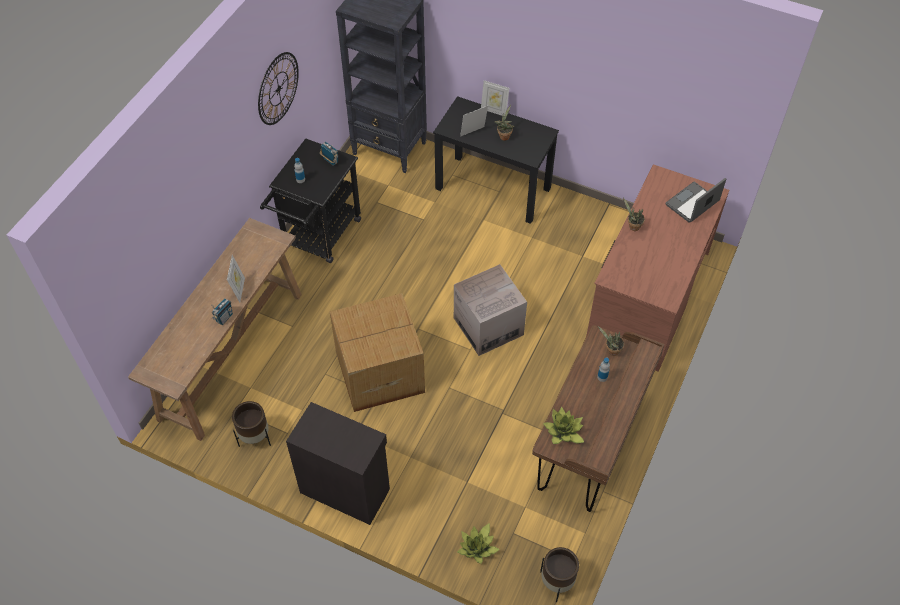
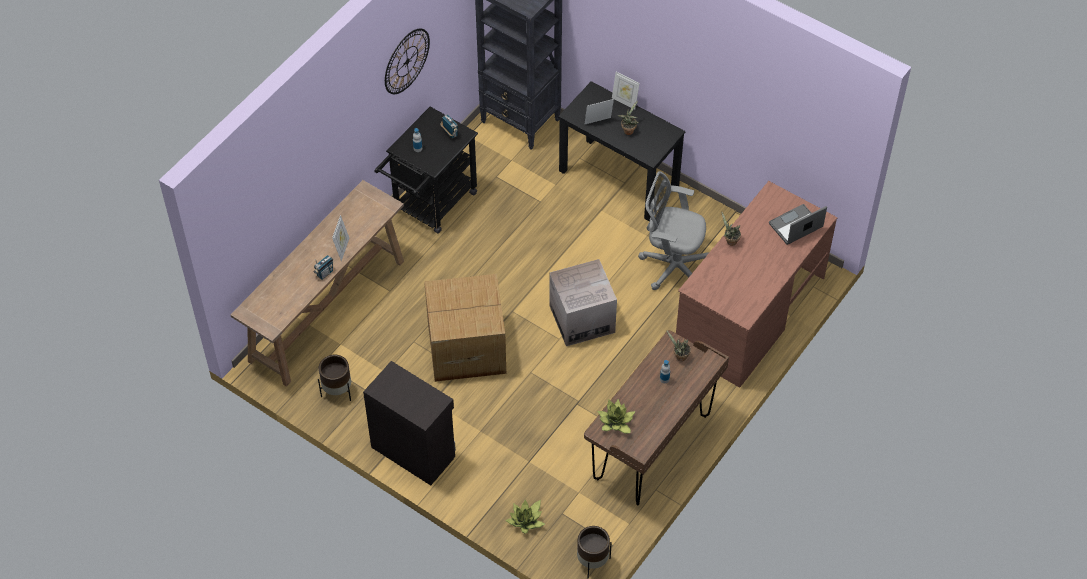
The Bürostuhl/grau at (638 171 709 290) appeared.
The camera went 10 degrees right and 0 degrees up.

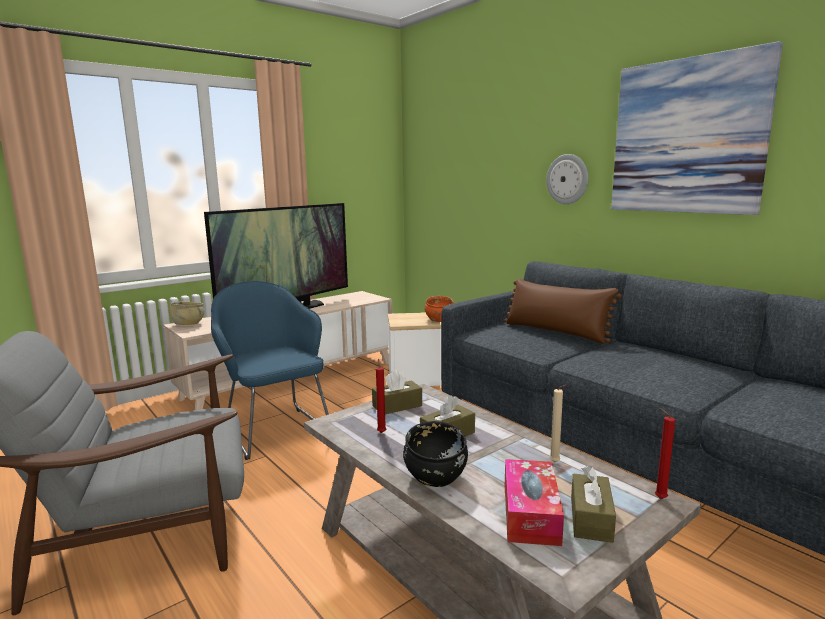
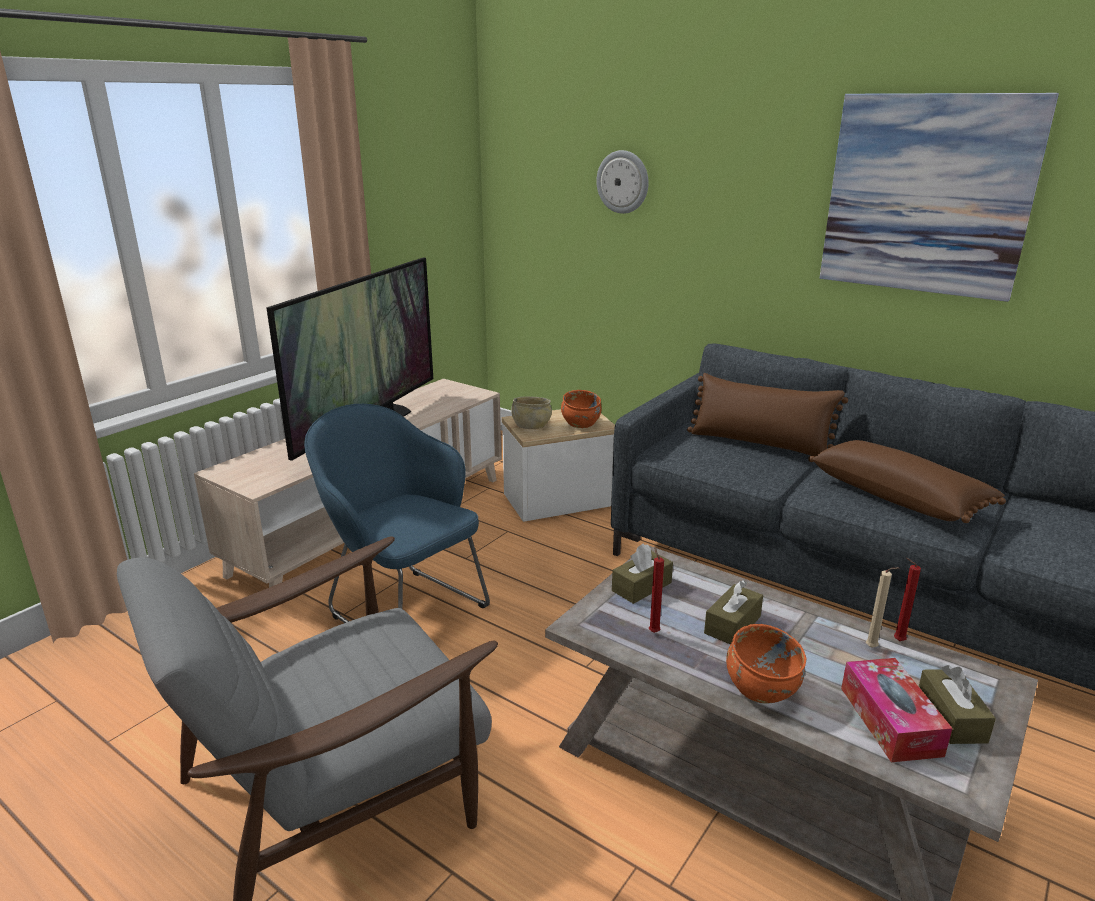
The Kissen/braun at (808 440 1006 523) appeared.
The Schüssel/beige moved from (169 302 204 325) to (511 396 552 429).
The Wanduhr moved from (546 154 588 204) to (596 150 649 214).
The Kerze/rot moved from (655 408 675 499) to (894 558 921 641).
The Schüssel/schwarz at (403 421 468 487) became the Schüssel/orange at (726 624 806 704).
The camera went 15 degrees left and 10 degrees up.

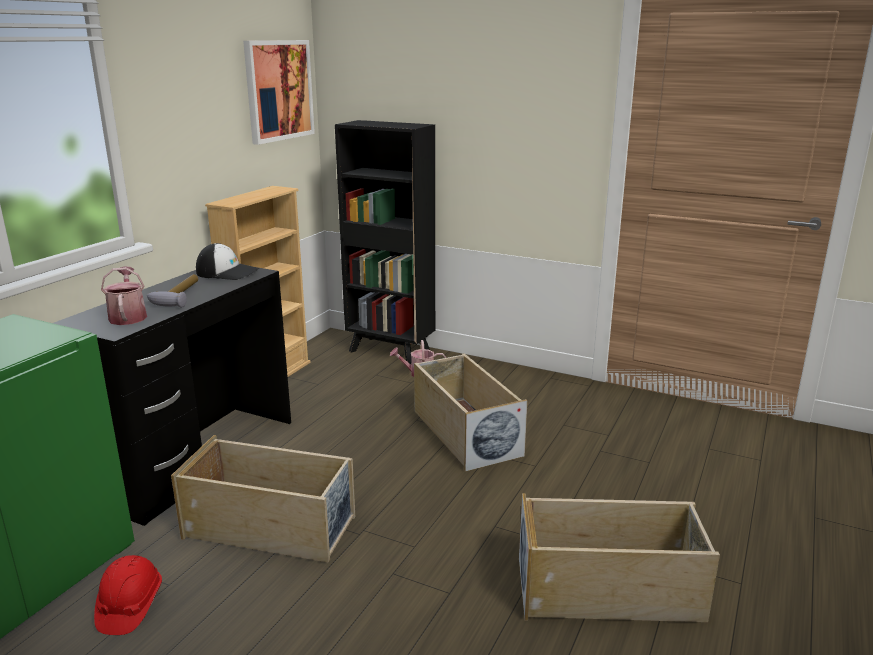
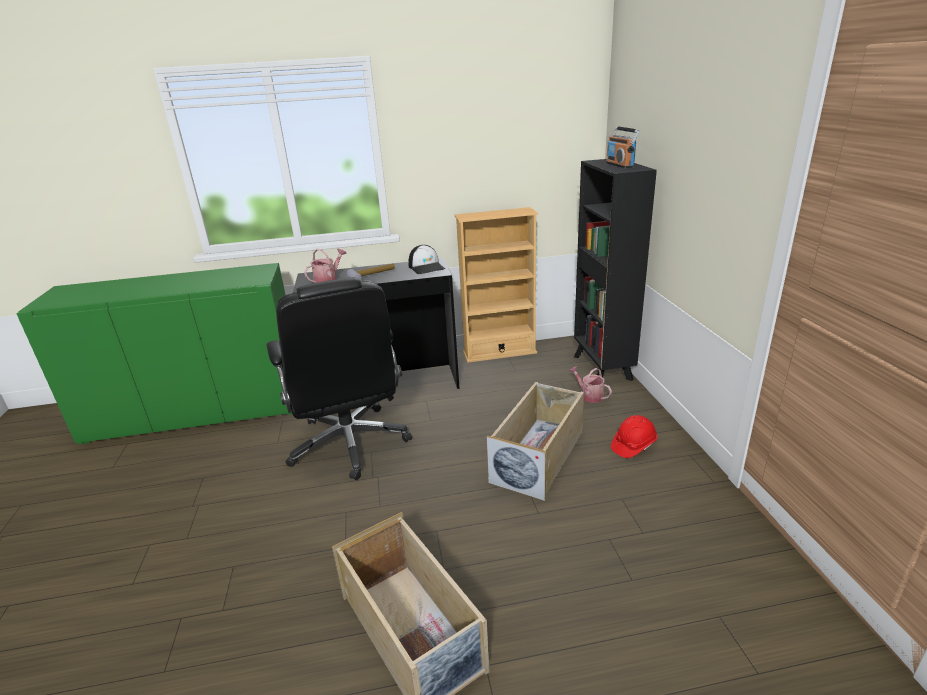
The Bild at (243 40 315 145) disappeared.
The Radio at (606 126 640 168) appeared.
The Schutzhelm/rot moved from (94 555 162 635) to (611 415 657 458).
The Aufbewahrungsbox/beige at (171 435 355 563) was replaced by the Bürostuhl/schwarz at (266 277 412 480).
The camera went 55 degrees right and 5 degrees up.

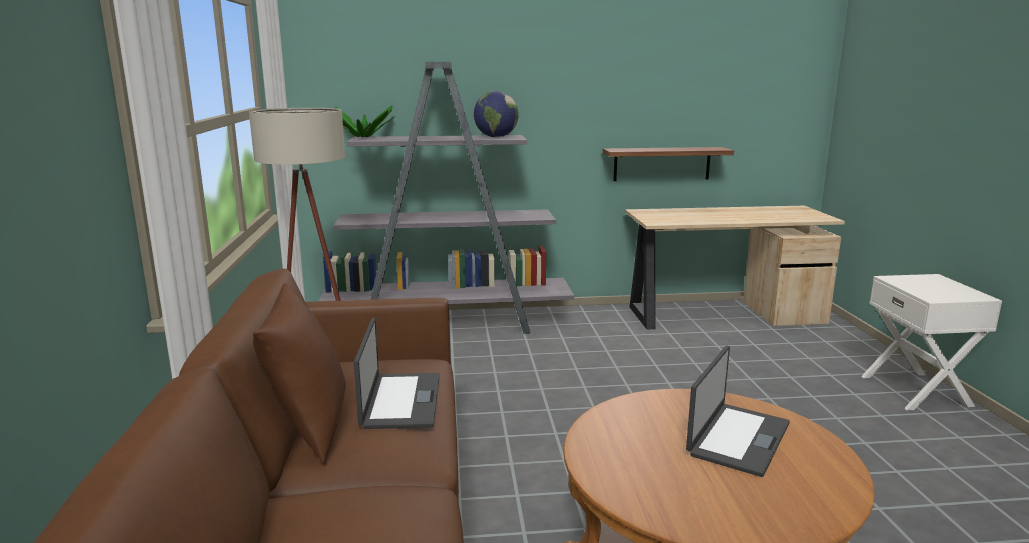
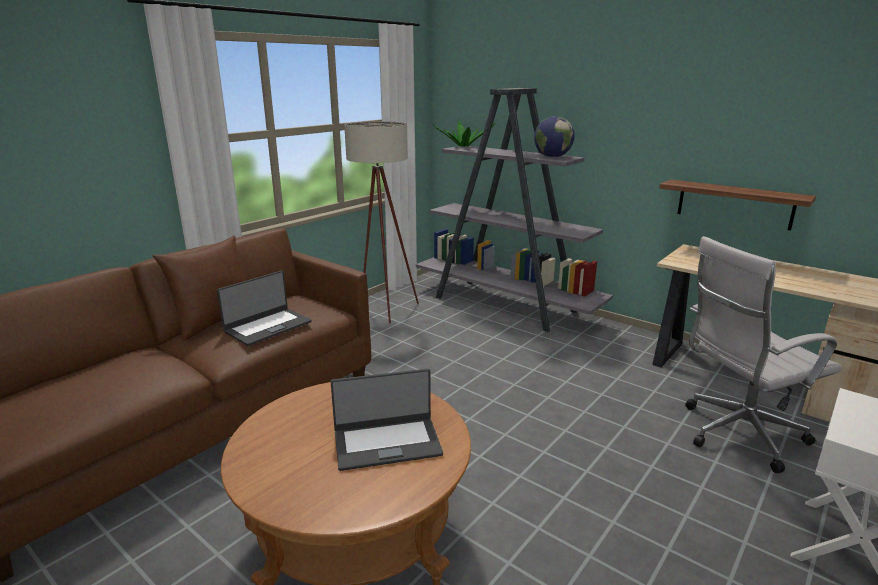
The Bürostuhl/weiß at (685 236 842 473) appeared.
The camera went 45 degrees right and 5 degrees up.

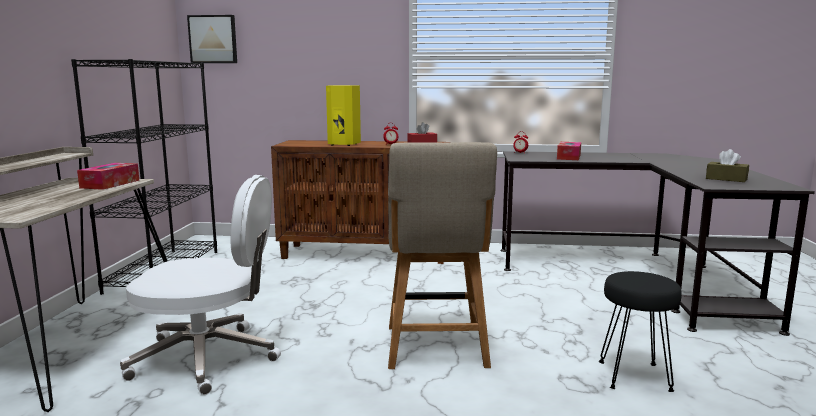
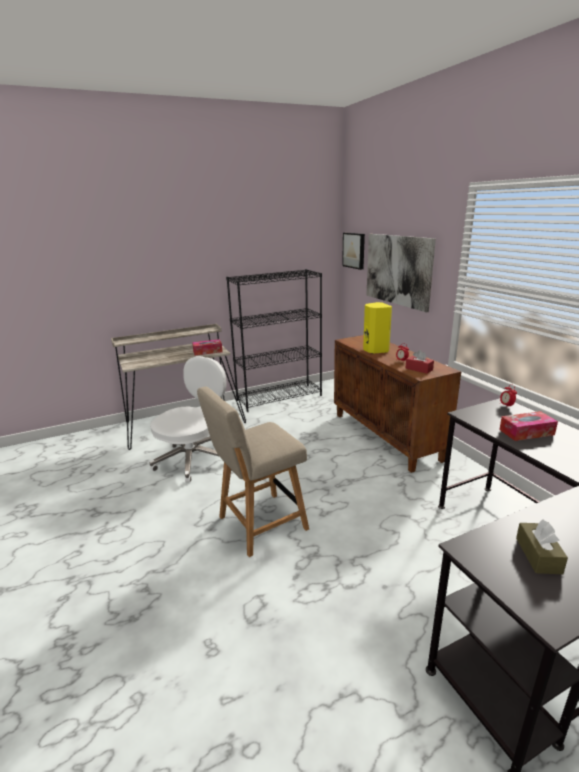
The Hocker/schwarz at (599 271 682 392) disappeared.
The Bild at (366 234 436 313) appeared.
The Bürostuhl/weiß at (120 175 281 395) turned 120 degrees counterclockwise.
The camera went 60 degrees right and 10 degrees up.

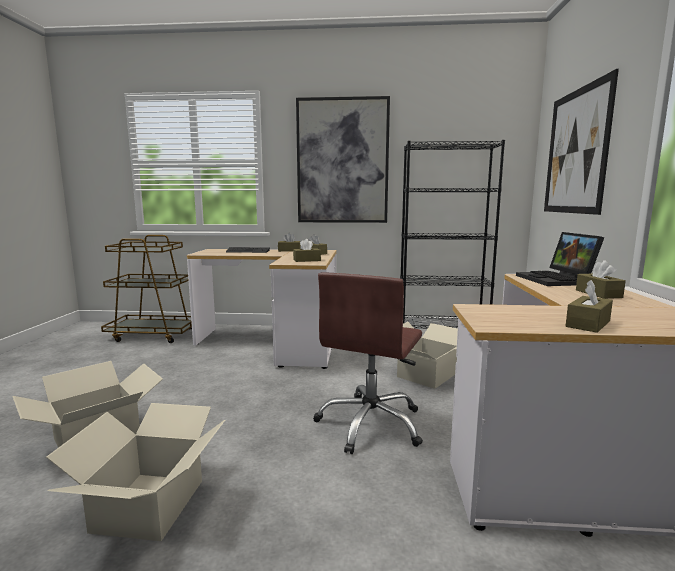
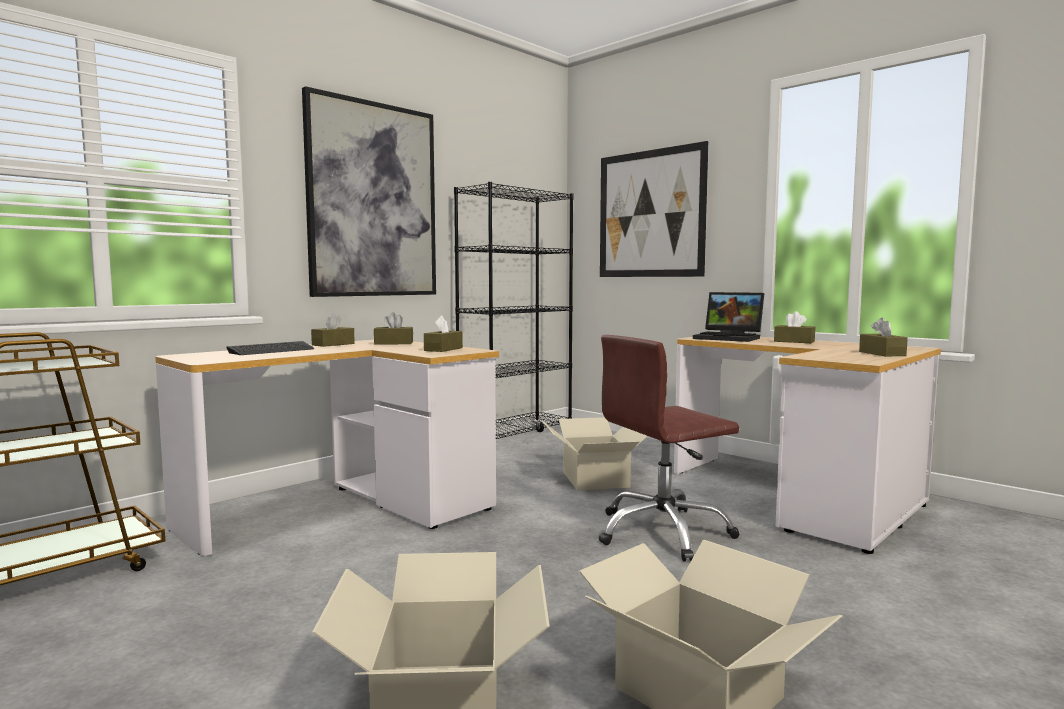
The Bürostuhl/braun at (313 272 423 454) turned 90 degrees clockwise.
The camera went 50 degrees left and 5 degrees down.

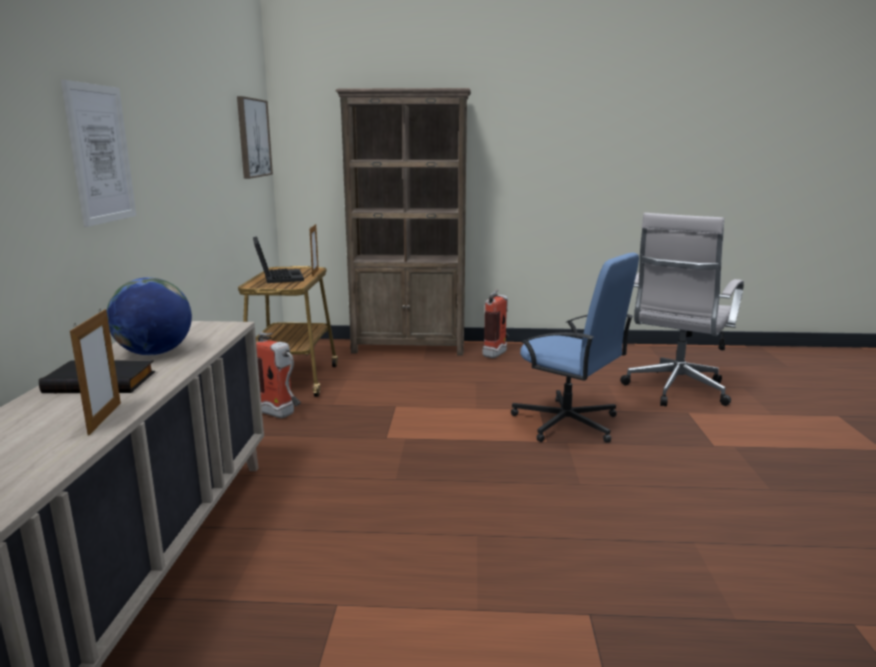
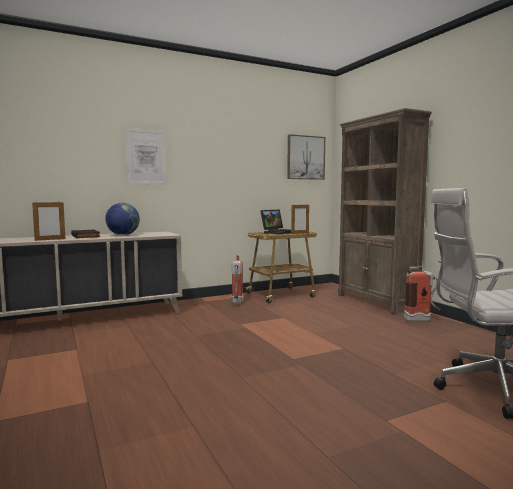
The Bürostuhl/blau at (511 252 639 443) disappeared.
The camera went 60 degrees right and 10 degrees down.

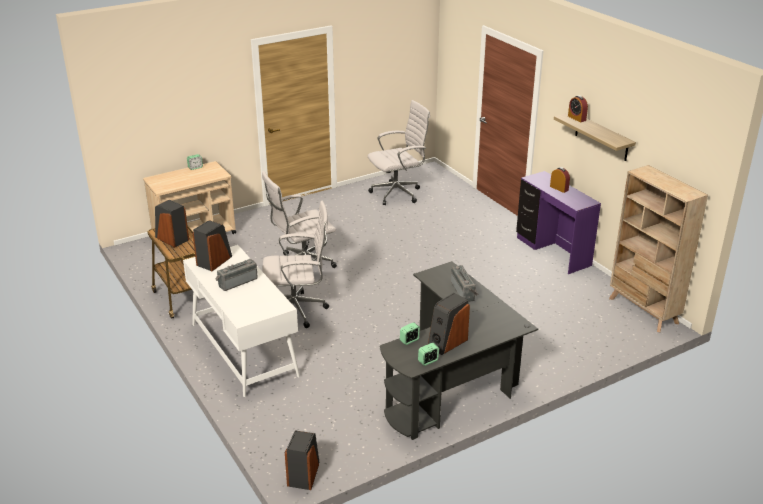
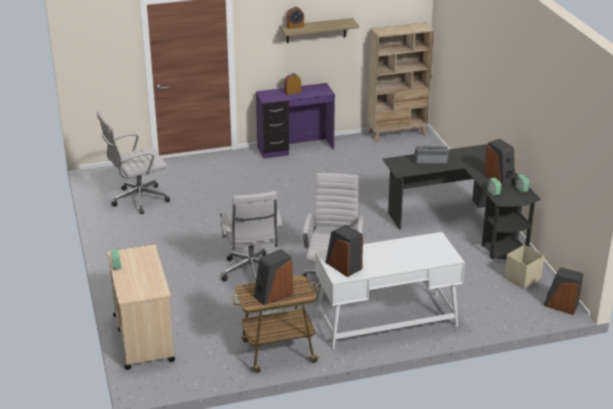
The Radio at (215 259 258 291) disappeared.
The Aufbewahrungsbox/beige at (504 245 544 289) appeared.
The Bürostuhl/weiß at (368 100 430 205) turned 105 degrees counterclockwise.
The camera went 75 degrees left and 0 degrees up.

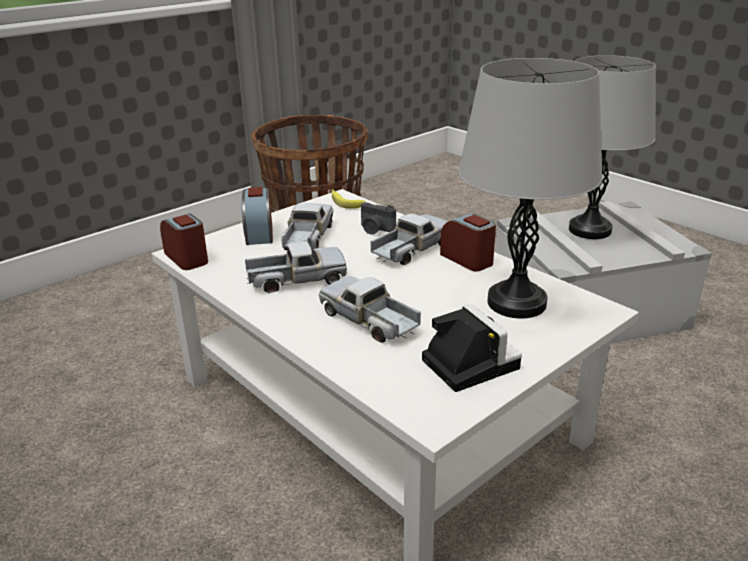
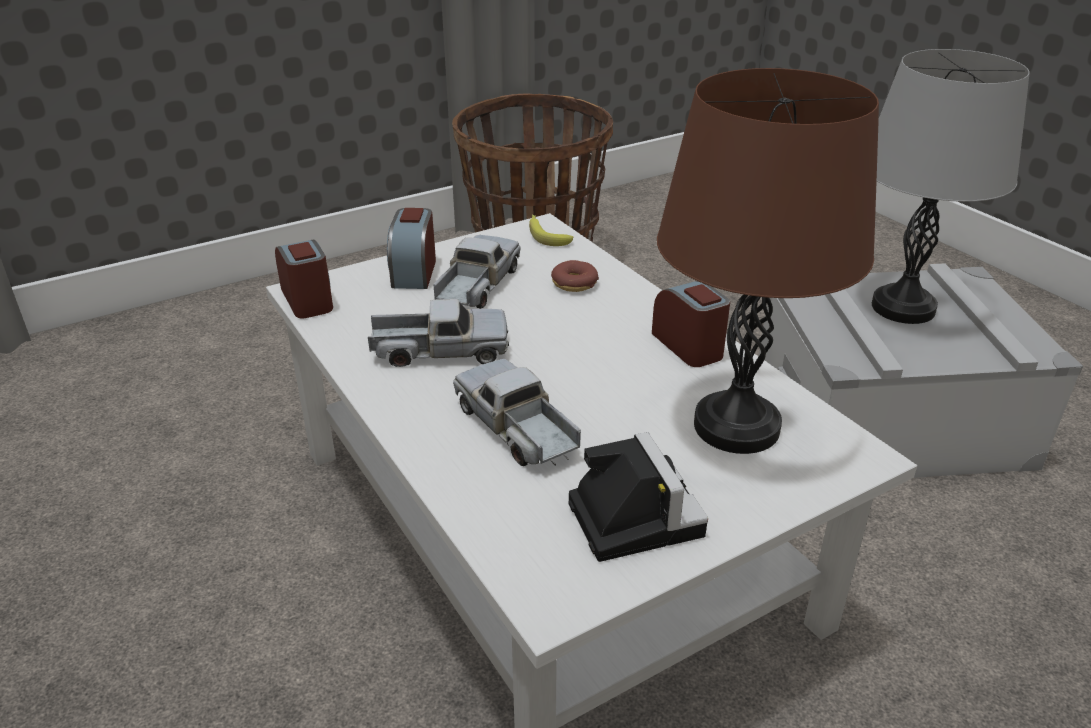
The Spielzeuglaster at (370 213 448 265) disappeared.
The Kamera at (361 202 396 235) was replaced by the Donut at (551 260 599 292).
The Tischlampe/grau at (459 58 603 319) became the Tischlampe/braun at (657 68 879 454).
The camera went 10 degrees right and 5 degrees up.

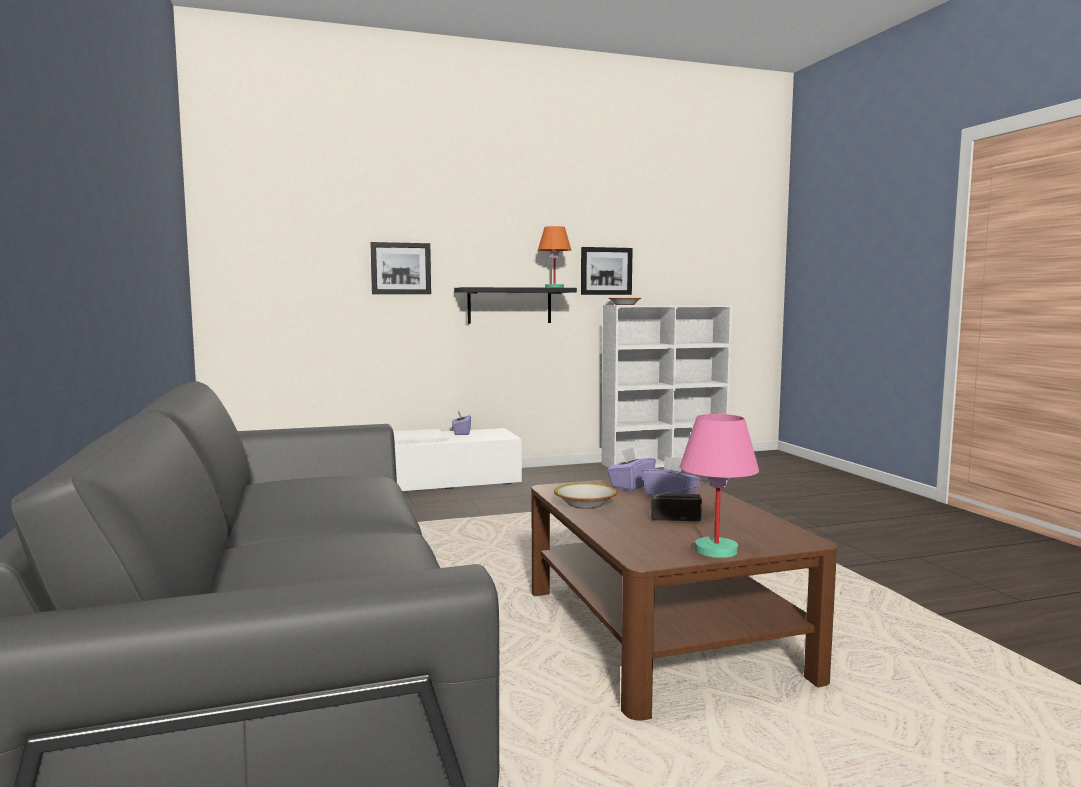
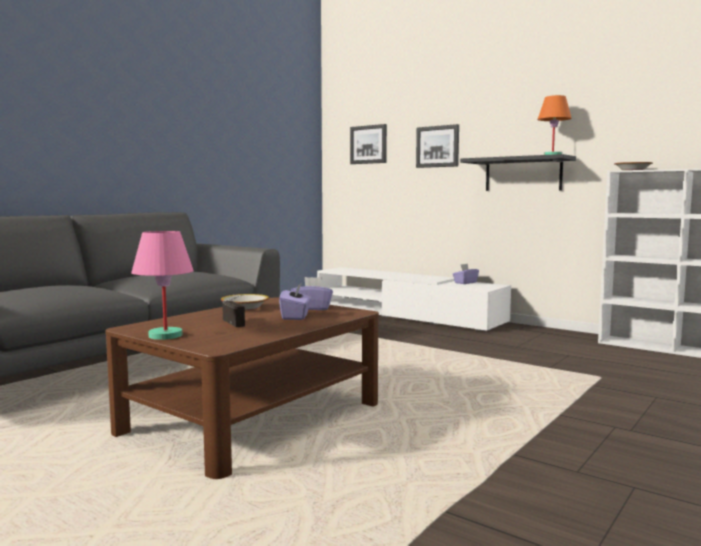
The Bild moved from (581 247 633 295) to (350 124 387 164).
The camera went 55 degrees right and 0 degrees up.

